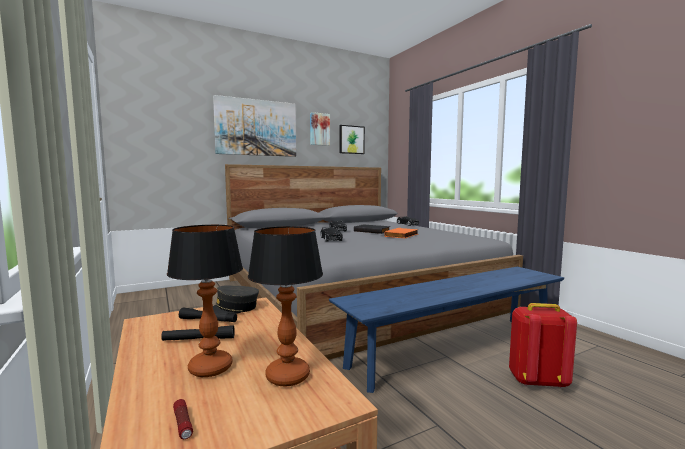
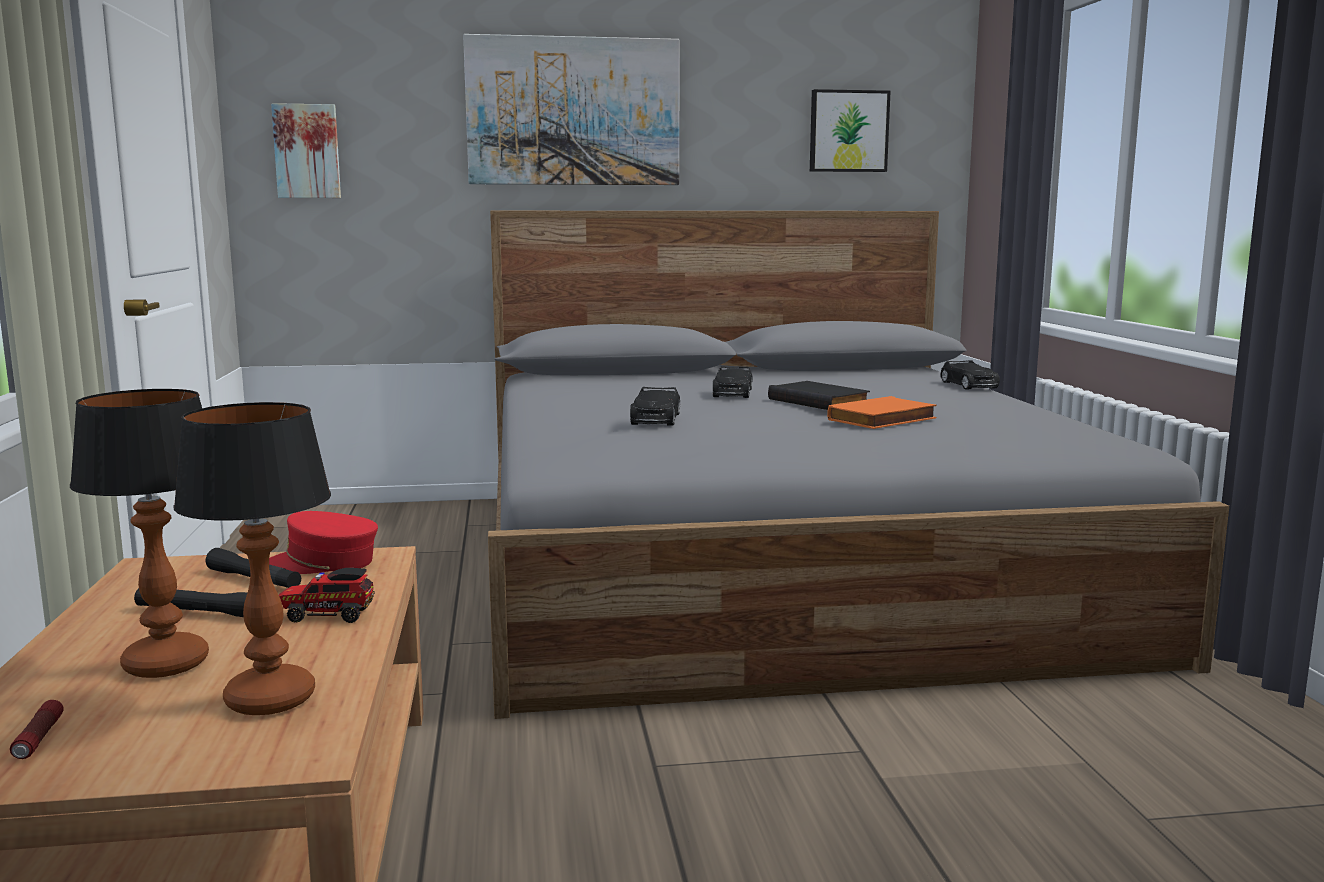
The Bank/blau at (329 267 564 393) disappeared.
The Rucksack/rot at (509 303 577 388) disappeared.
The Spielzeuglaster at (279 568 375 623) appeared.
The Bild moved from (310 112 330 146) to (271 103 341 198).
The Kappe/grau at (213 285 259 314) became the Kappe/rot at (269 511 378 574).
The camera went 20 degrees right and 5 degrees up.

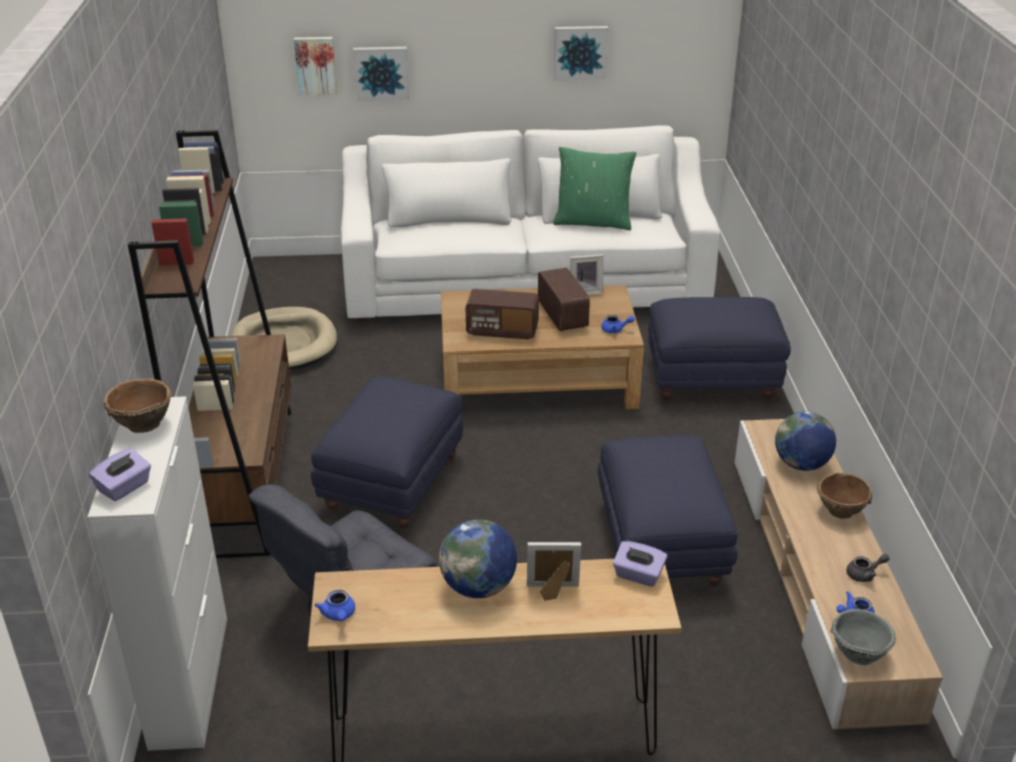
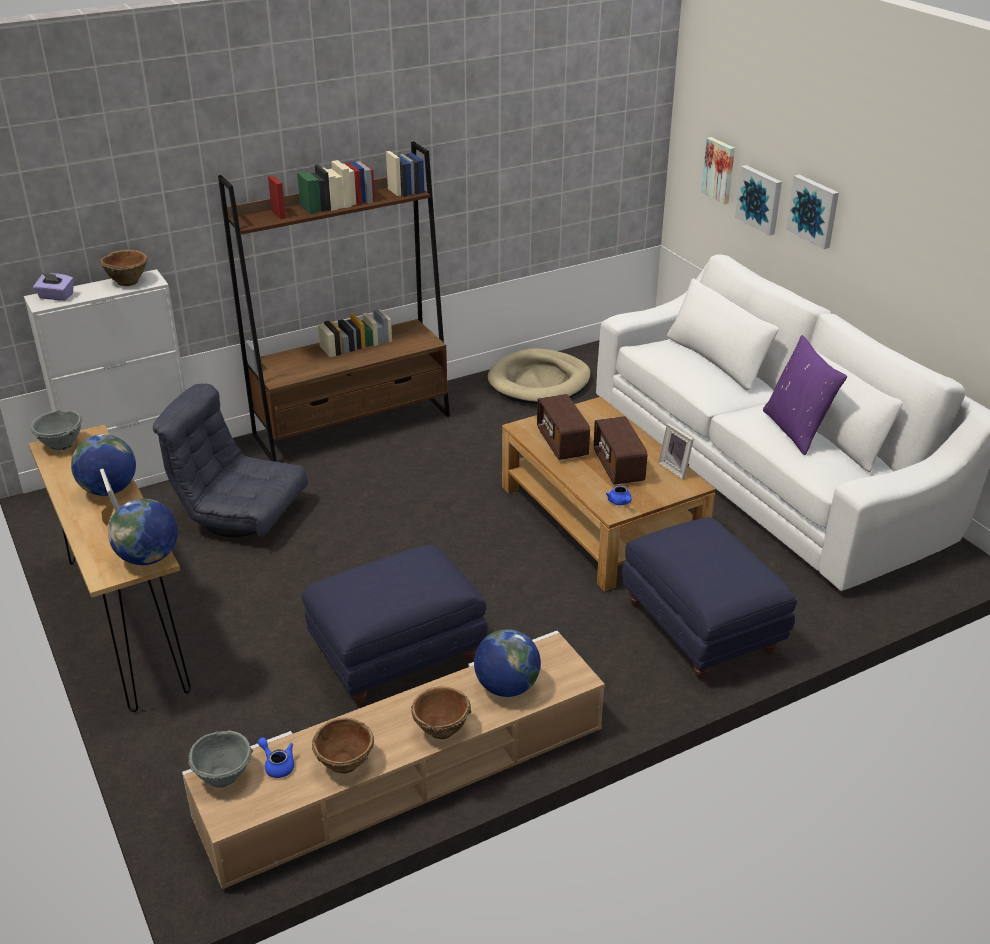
The Polsterhocker/blau at (311 377 463 529) disappeared.
The Bild moved from (554 26 608 81) to (786 175 839 249).
The Teekanne/blau at (315 590 355 621) was replaced by the Schüssel/grau at (30 410 83 450).
The Taschentuchbox/lila at (613 541 667 587) was replaced by the Globus at (108 499 178 565).
The Teekanne/grau at (846 554 889 582) was replaced by the Schüssel/braun at (312 718 374 774).
The Kissen/grün at (553 147 636 230) became the Kissen/lila at (763 335 847 455).
The Radio at (538 268 590 331) turned 120 degrees clockwise.
The camera went 65 degrees right and 0 degrees up.

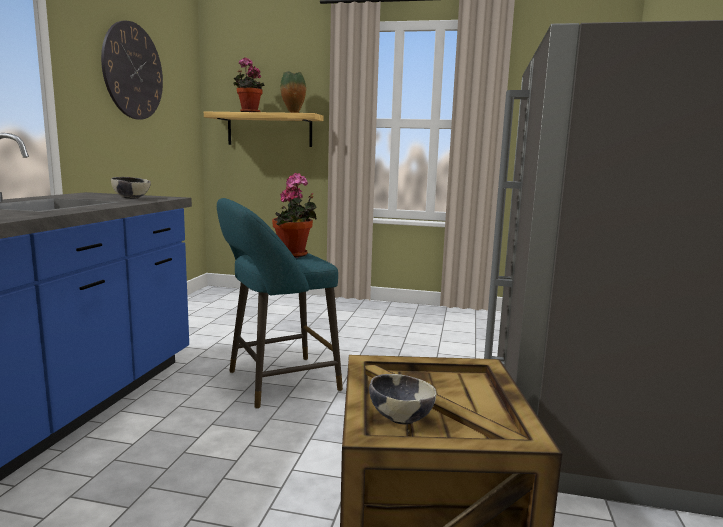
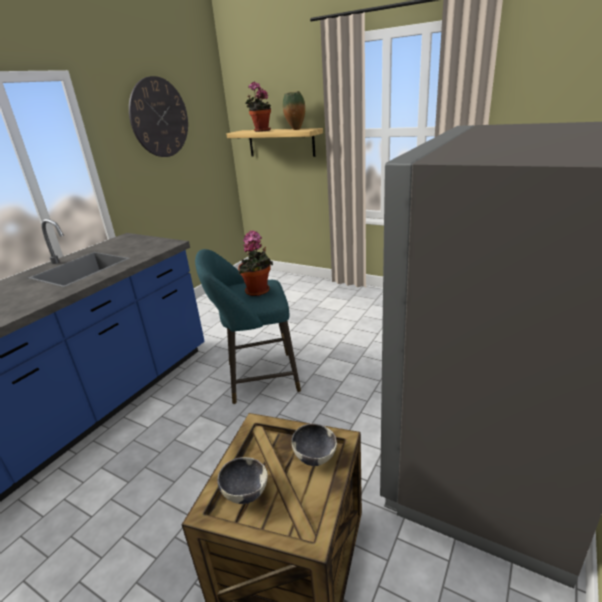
The Schüssel moved from (111 177 151 199) to (291 423 337 466).
The camera went 20 degrees right and 15 degrees up.

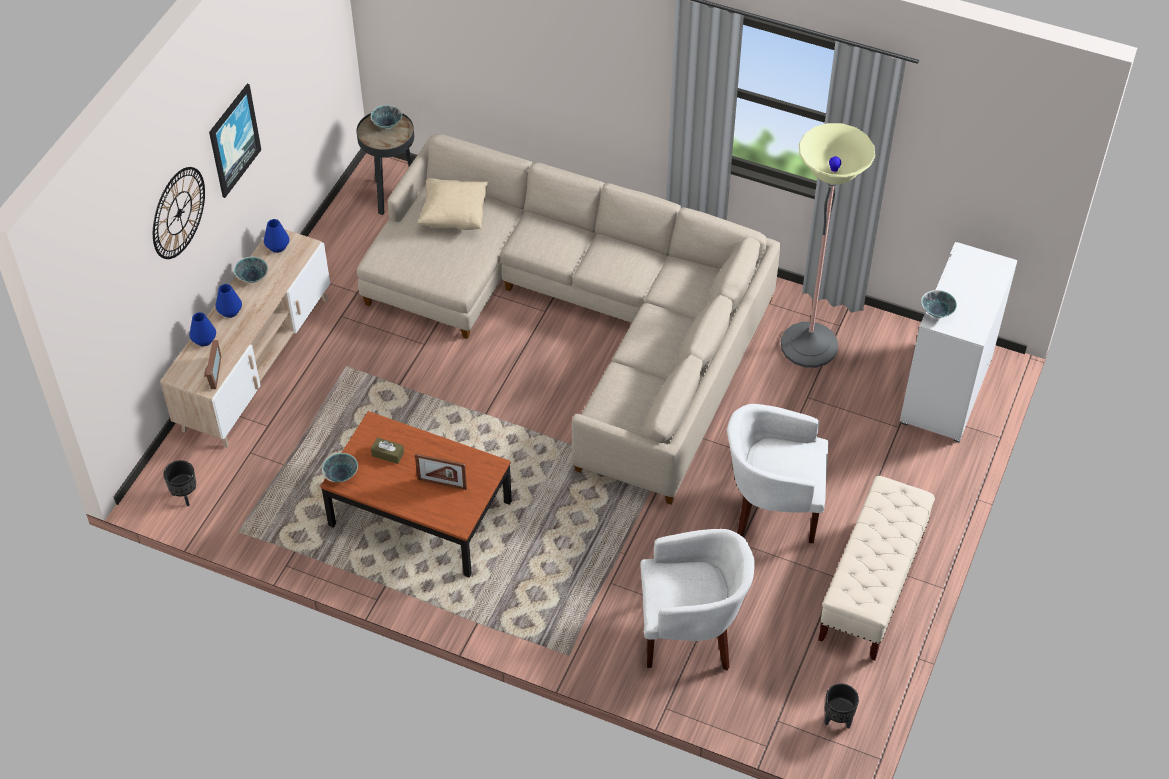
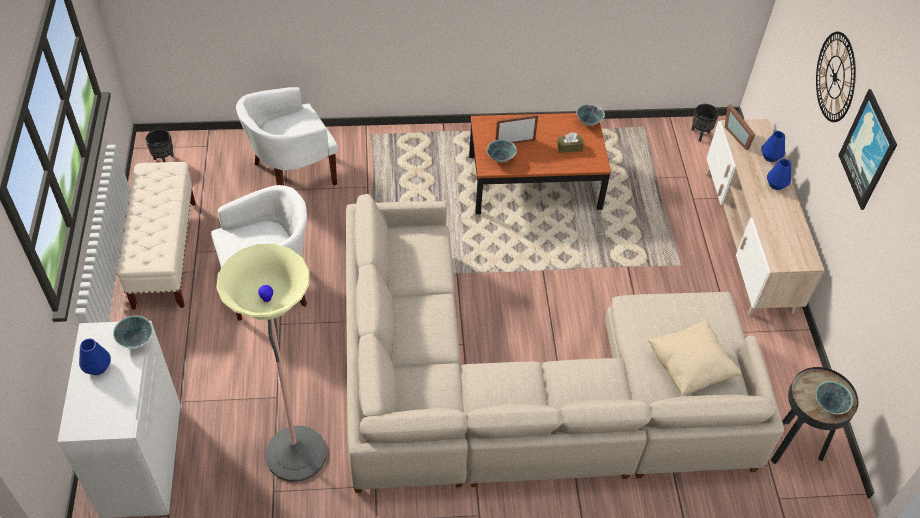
The Schüssel moved from (234 257 268 283) to (486 140 517 163).
The Vase/blau moved from (264 219 289 253) to (79 339 111 375).
The camera went 150 degrees right and 0 degrees up.

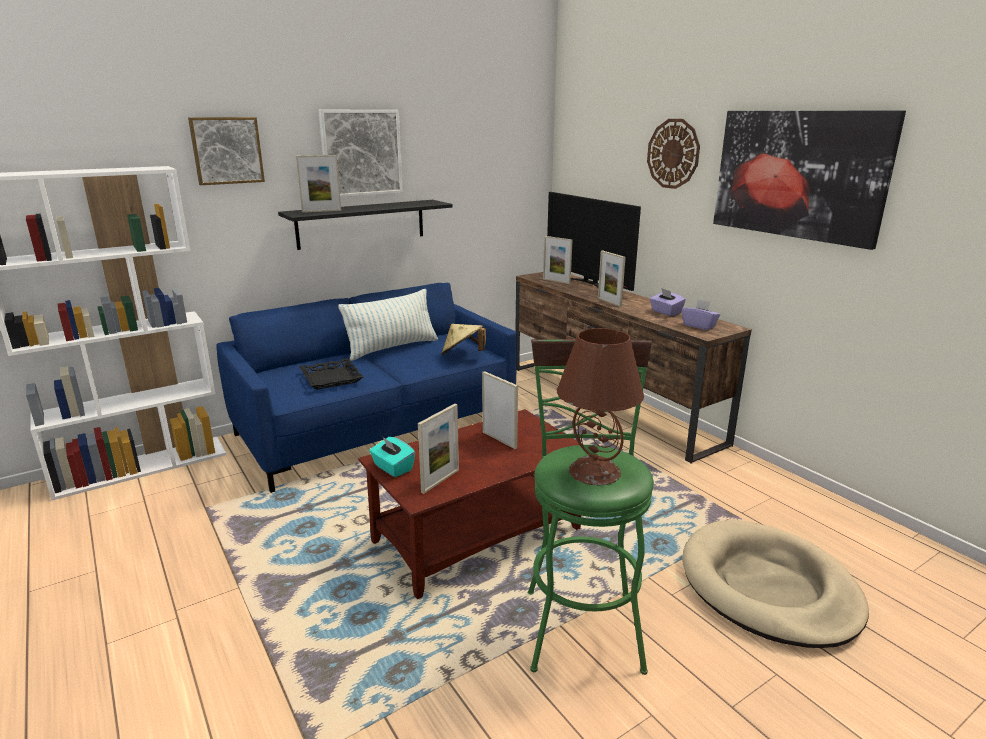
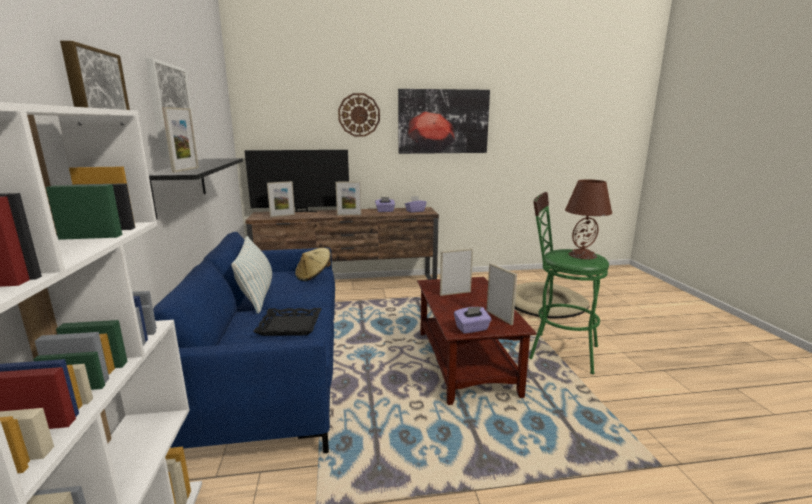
The Taschentuchbox/türkis at (369 436 415 477) became the Taschentuchbox/lila at (454 306 492 334).
The camera went 65 degrees left and 5 degrees down.

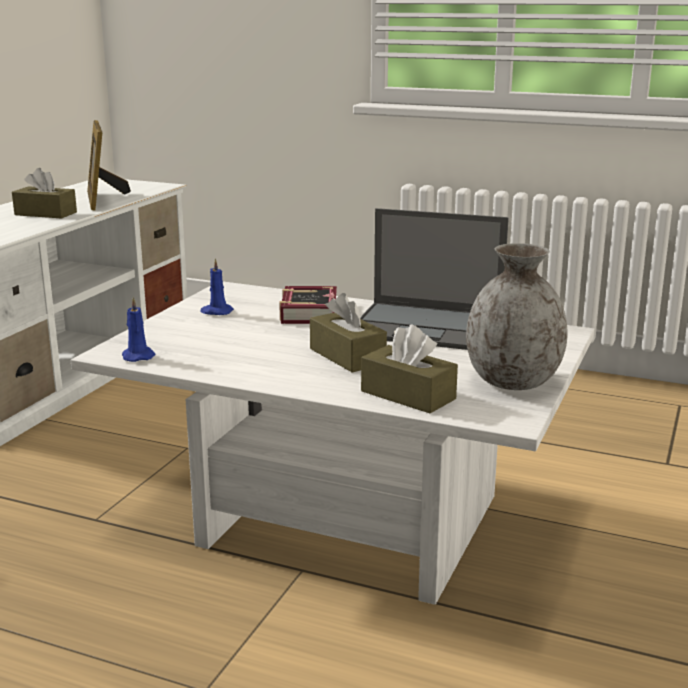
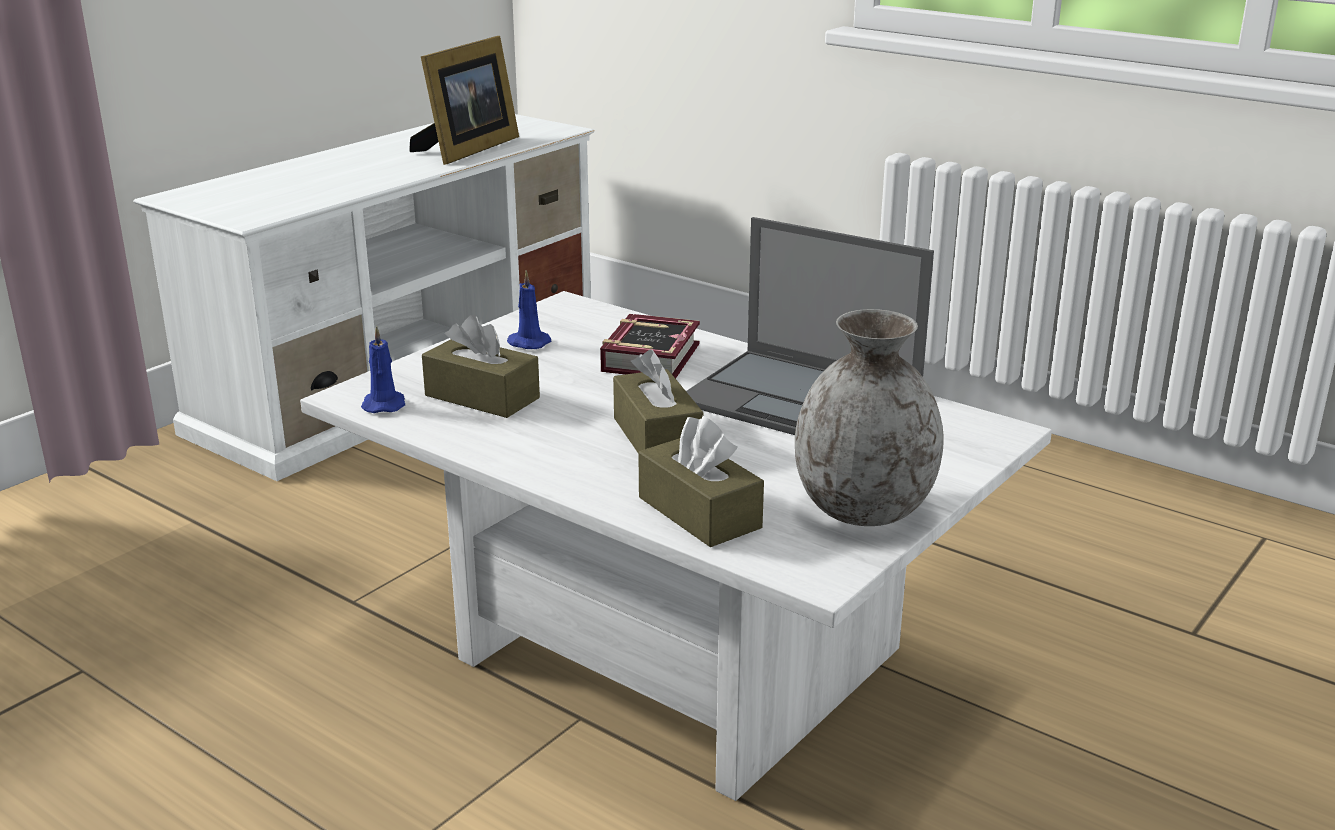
The Taschentuchbox/braun moved from (12 168 77 218) to (422 315 540 418).
The Bilderrahmen at (87 120 131 211) turned 150 degrees counterclockwise.
The camera went 15 degrees right and 5 degrees up.

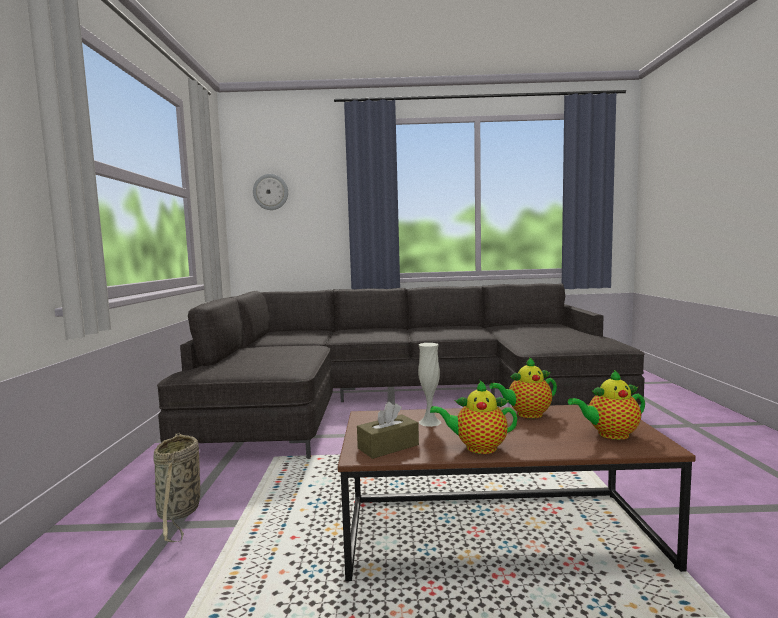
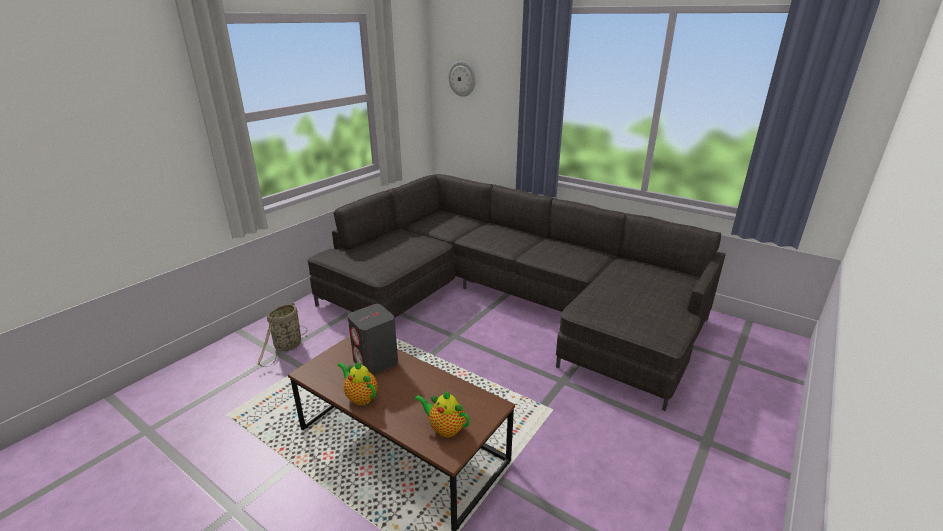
The Taschentuchbox/braun at (357 402 419 459) disappeared.
The Teekanne at (489 357 557 418) disappeared.
The Vase/weiß at (418 343 441 427) was replaced by the Lautsprecher/grau at (347 304 398 375).
The camera went 35 degrees right and 20 degrees up.

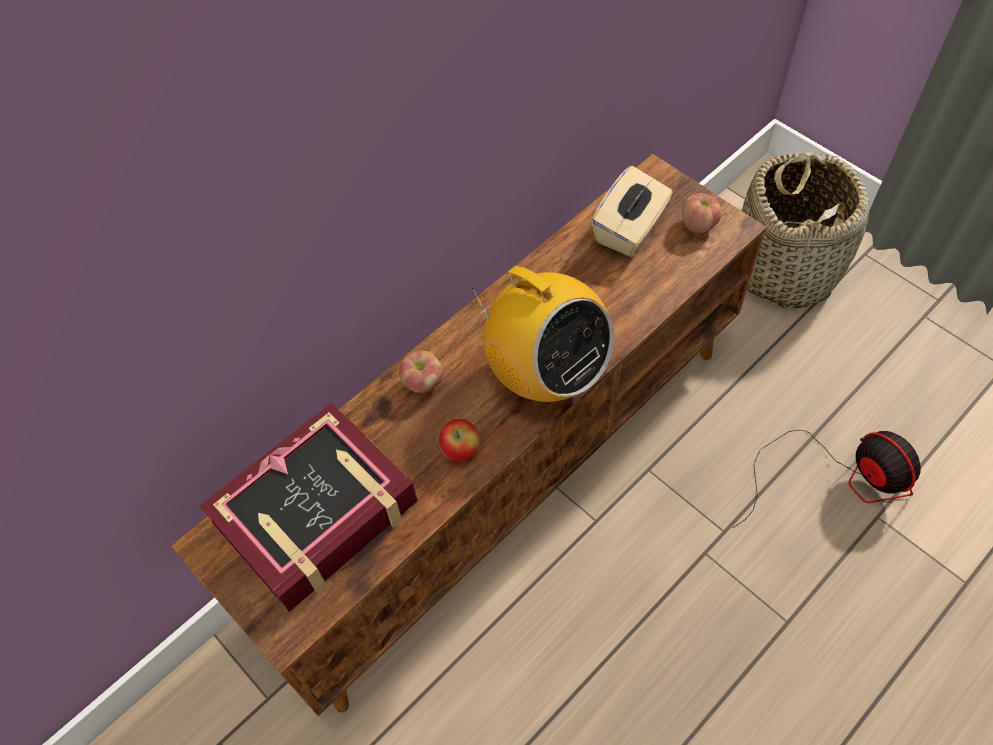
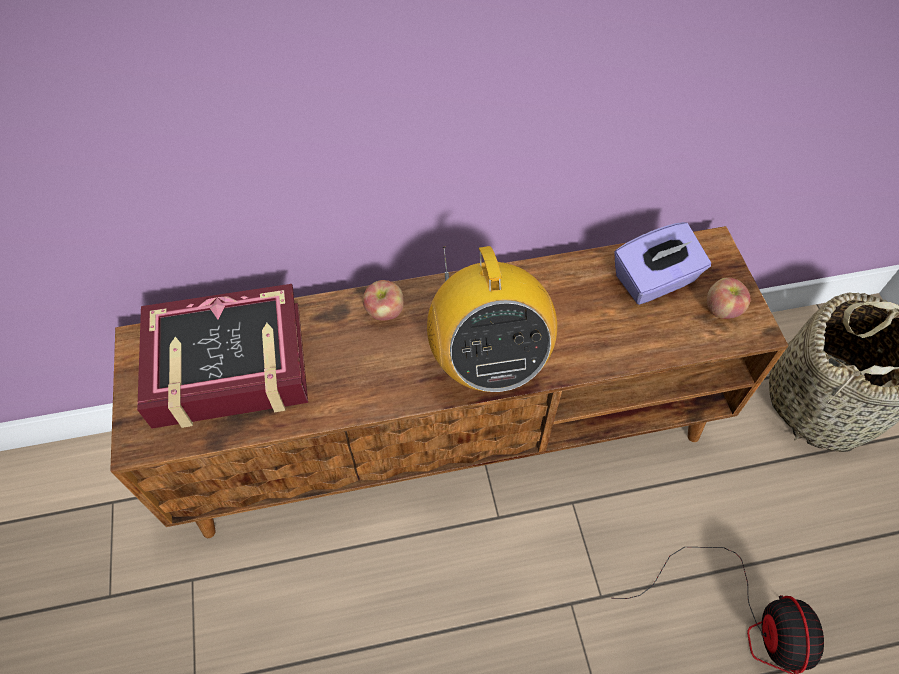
The Apfel at (439 419 479 461) disappeared.
The Taschentuchbox/beige at (591 166 673 257) became the Taschentuchbox/lila at (614 222 711 305).
The camera went 30 degrees right and 0 degrees up.

